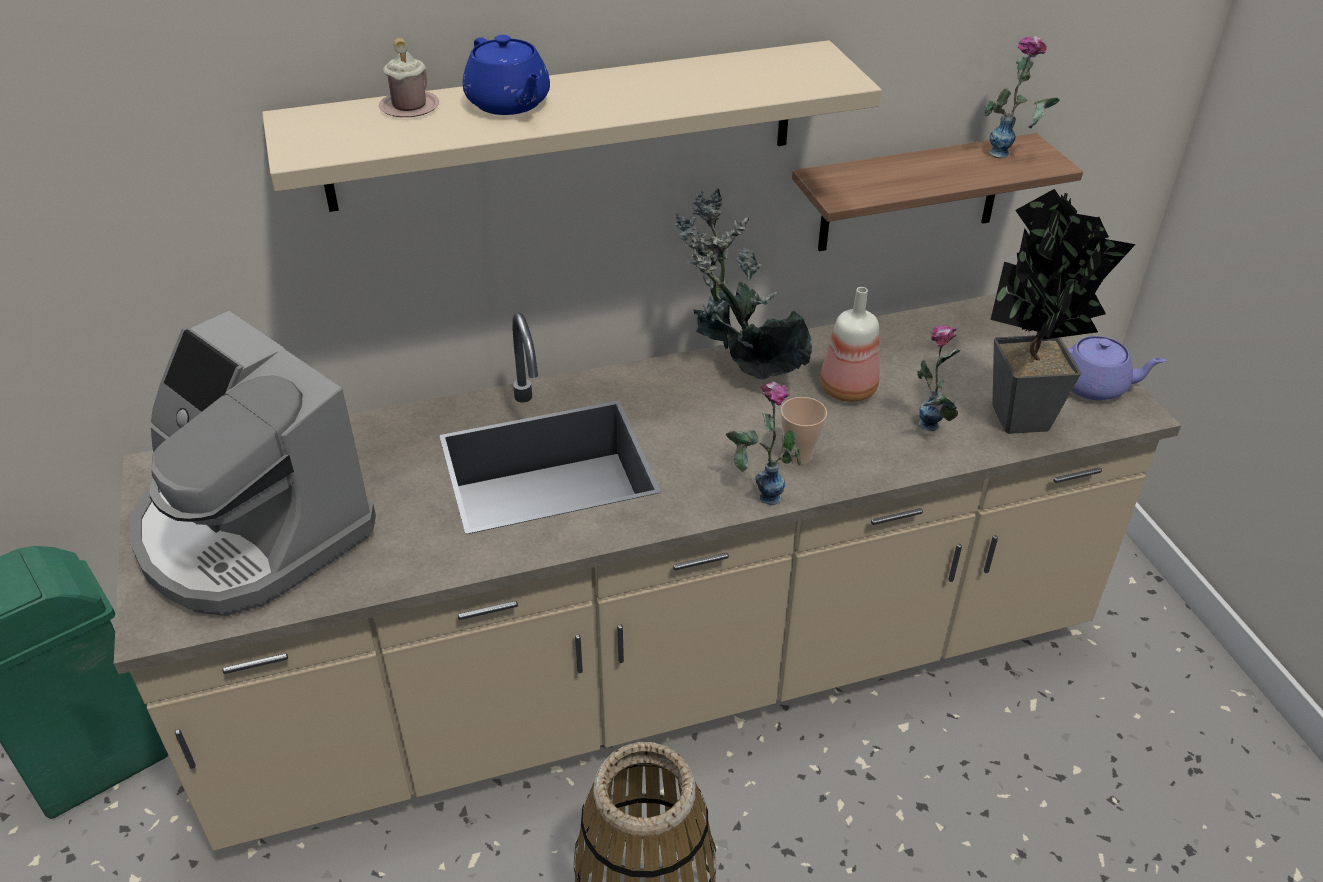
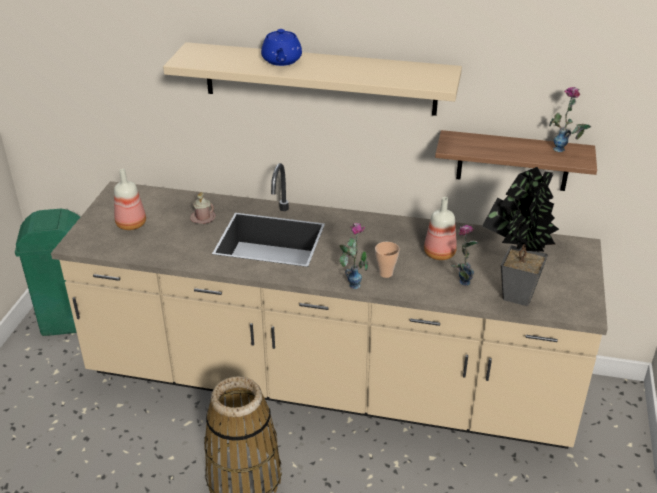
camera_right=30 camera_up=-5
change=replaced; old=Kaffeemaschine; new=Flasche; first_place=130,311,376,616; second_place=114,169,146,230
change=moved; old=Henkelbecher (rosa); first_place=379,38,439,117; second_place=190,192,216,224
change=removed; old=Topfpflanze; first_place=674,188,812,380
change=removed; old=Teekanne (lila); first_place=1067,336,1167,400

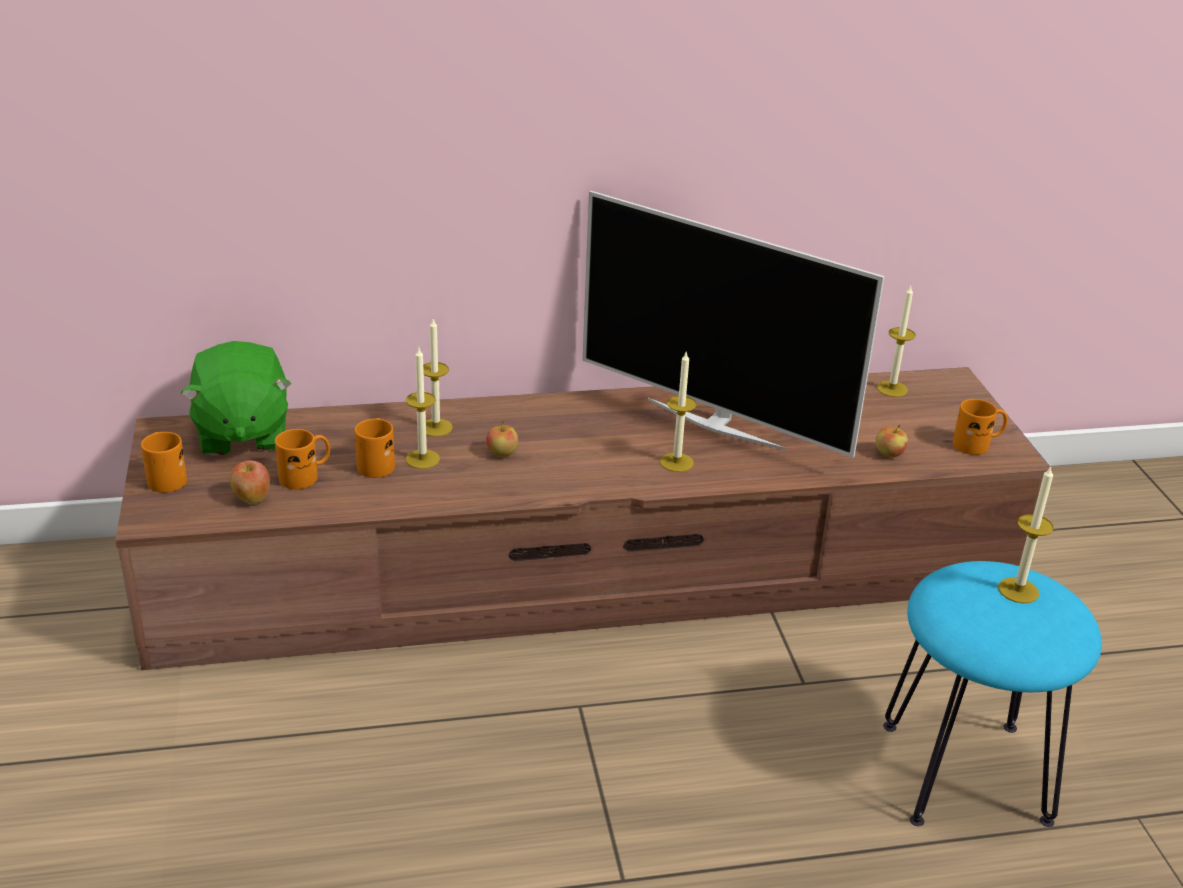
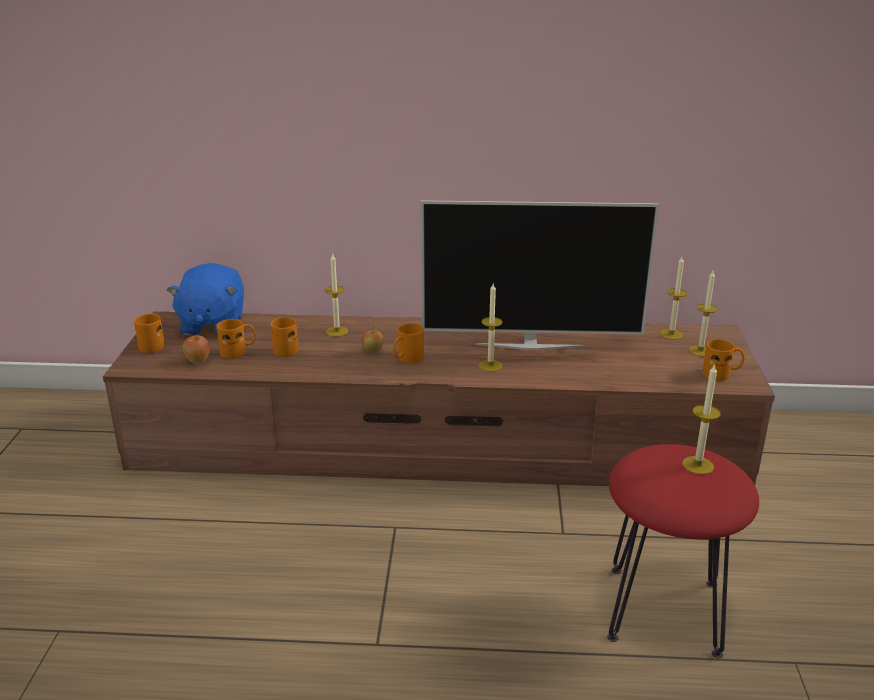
camera_right=15 camera_up=-5
change=recoloured; old=Plüschtier (grün); new=Plüschtier (blau); first_place=181,341,291,456; second_place=167,263,244,336
change=added; new=Henkelbecher (orange); second_place=393,323,424,363
change=turned; old=Fernseher; first_place=583,191,885,458; second_place=420,200,659,350; degrees=-45
change=recoloured; old=Hocker (türkis); new=Hocker (rot); first_place=883,561,1102,827; second_place=607,444,759,658
change=moved; old=Kerze; first_place=406,348,440,469; second_place=689,271,718,357
change=removed; old=Apfel; first_place=876,424,908,458

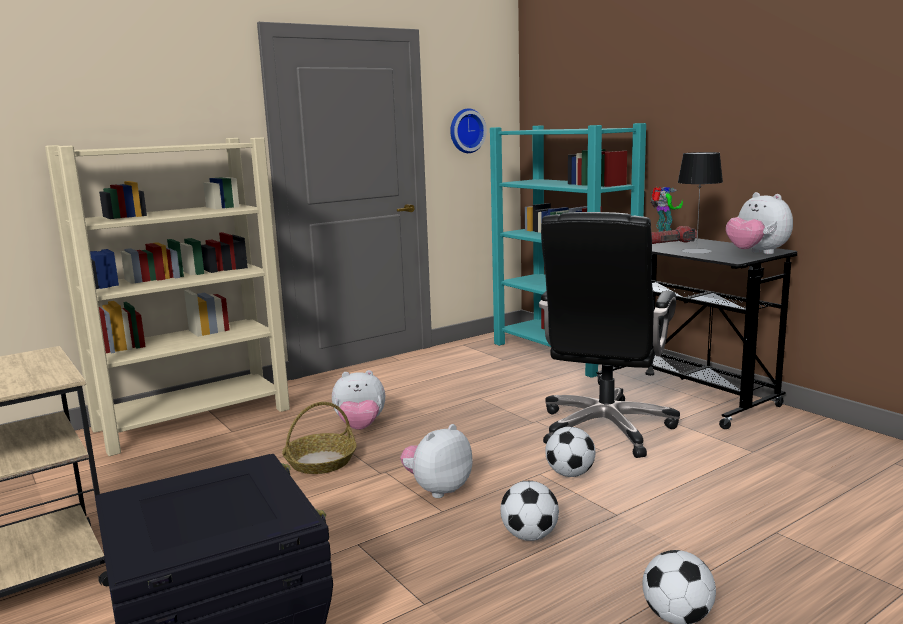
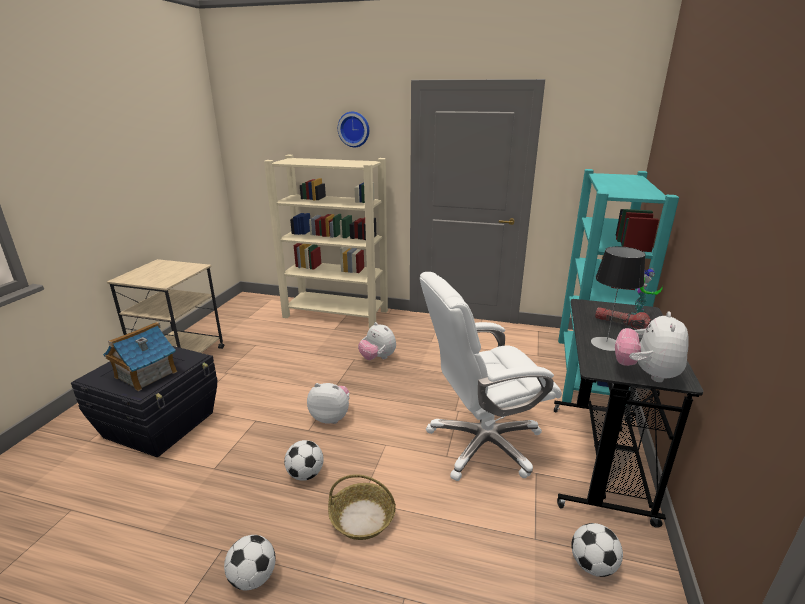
camera_right=50 camera_up=10
change=added; new=Spielzeughaus; second_place=103,322,177,391
change=moved; old=Korb; first_place=282,402,357,474; second_place=328,474,396,540
change=moved; old=Wanduhr; first_place=450,108,487,153; second_place=338,112,369,147
change=recoloured; old=Bürostuhl (schwarz); new=Bürostuhl (weiß); first_place=539,212,680,458; second_place=420,272,562,481
change=moved; old=Fußball; first_place=545,427,595,477; second_place=571,523,623,577

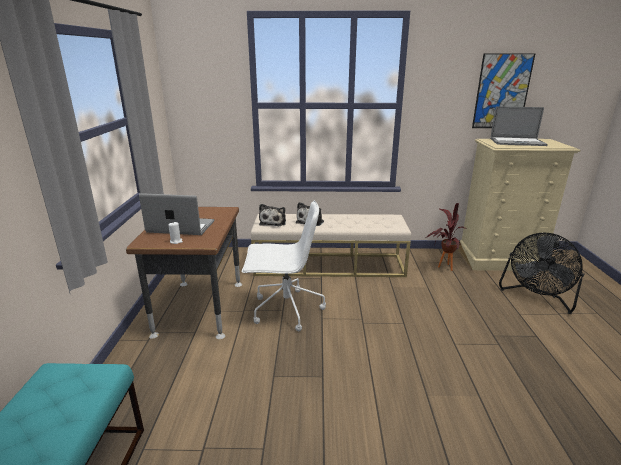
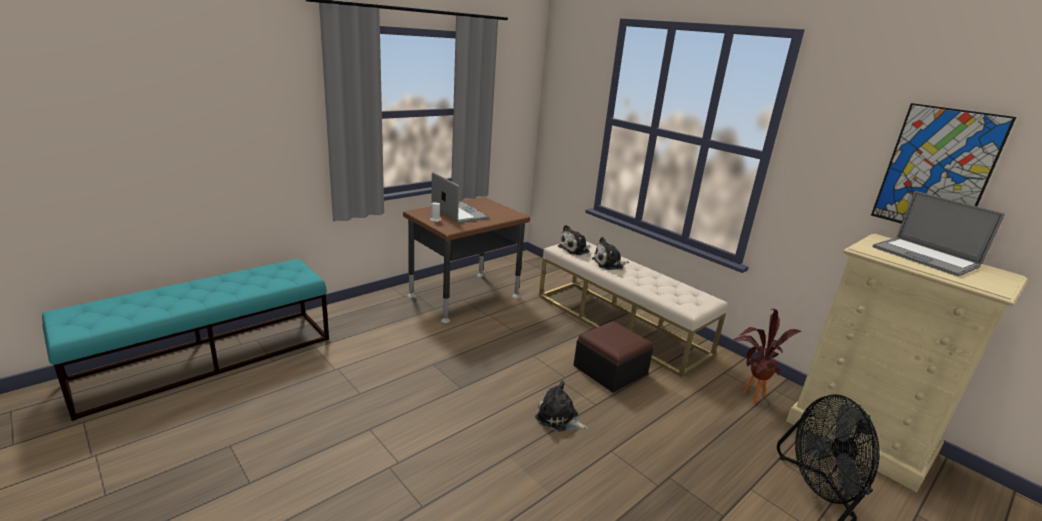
camera_right=45 camera_up=0
change=added; new=Plüschtier; second_place=535,381,588,431
change=added; new=Polsterhocker; second_place=574,321,653,393
change=removed; old=Bürostuhl (weiß); first_place=242,200,326,331

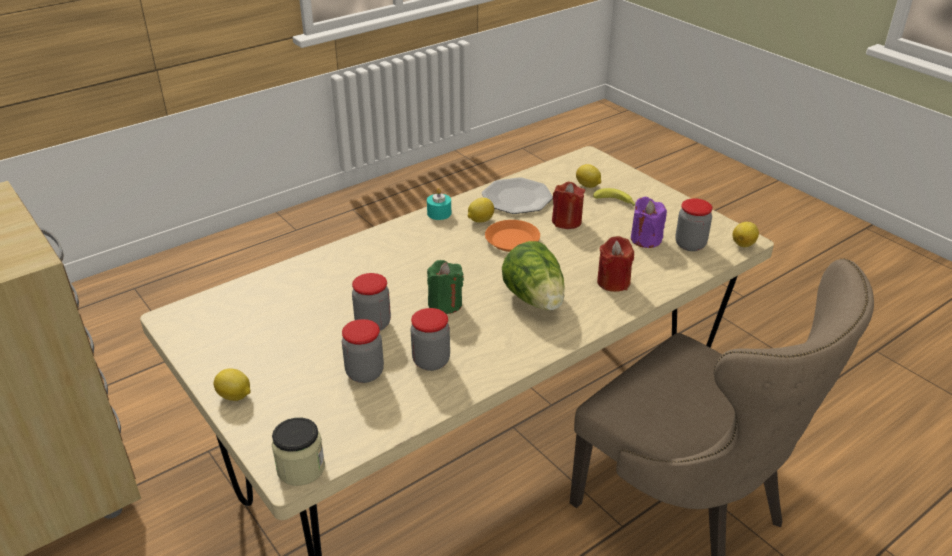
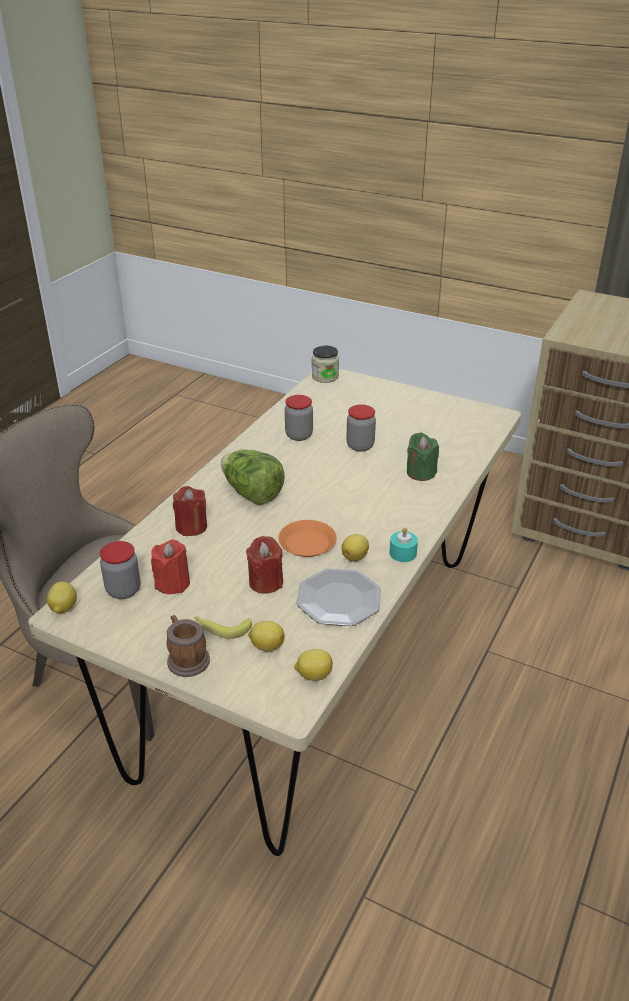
camera_right=155 camera_up=0
change=recoloured; old=Kerze (lila); new=Kerze (rot); first_place=631,197,667,248; second_place=151,540,190,594
change=added; new=Henkelbecher; second_place=167,615,210,677
change=moved; old=Zitrone; first_place=214,369,251,401; second_place=294,649,333,681
change=moved; old=Kerze (grün); first_place=427,260,464,314; second_place=407,433,439,481
change=removed; old=Vorratsglas; first_place=342,319,384,383

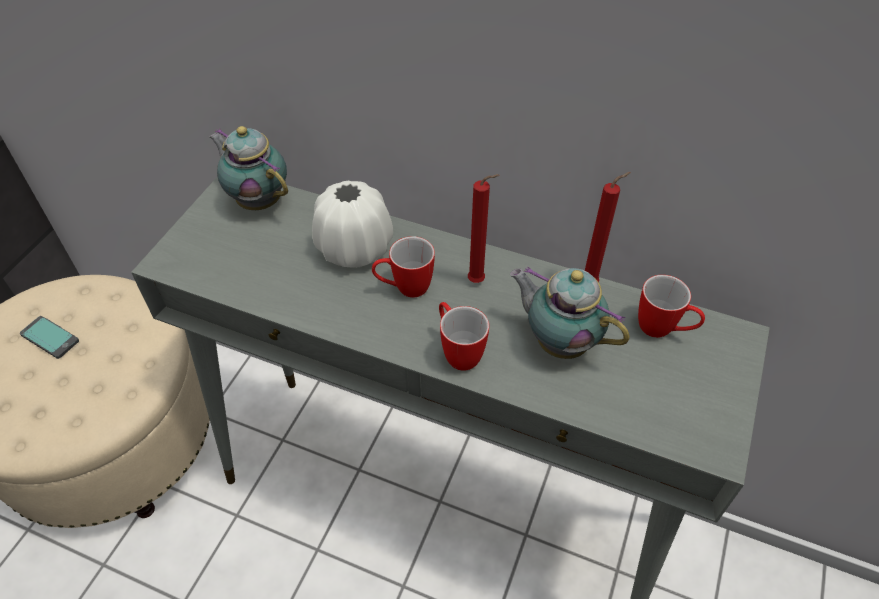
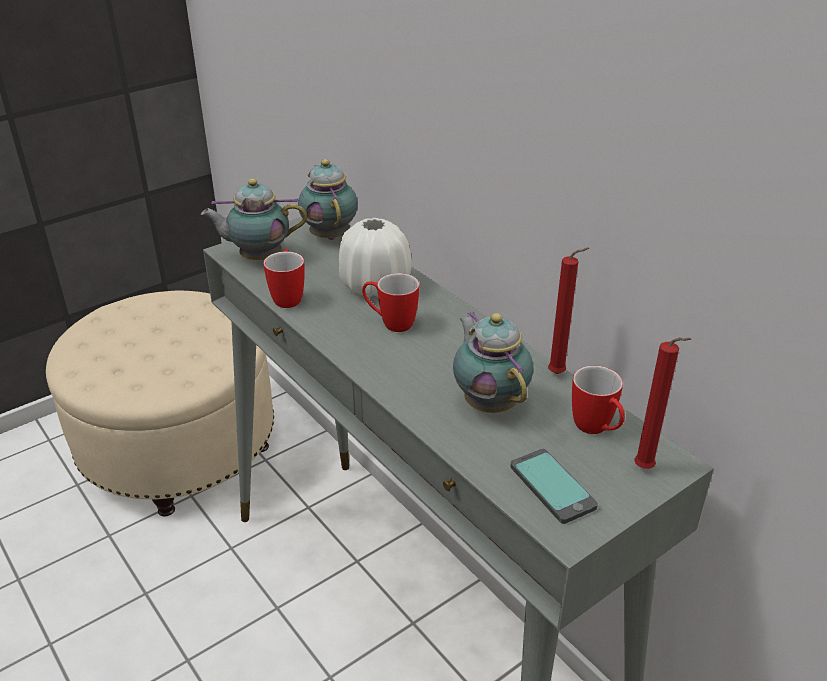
camera_right=30 camera_up=-15
change=added; new=Teekanne; second_place=201,179,307,260
change=moved; old=Henkelbecher; first_place=439,302,489,371; second_place=263,249,305,308
change=moved; old=Handy; first_place=20,316,79,359; second_place=510,449,598,524
change=moved; old=Kerze (rot); first_place=468,174,500,283; second_place=634,338,691,469

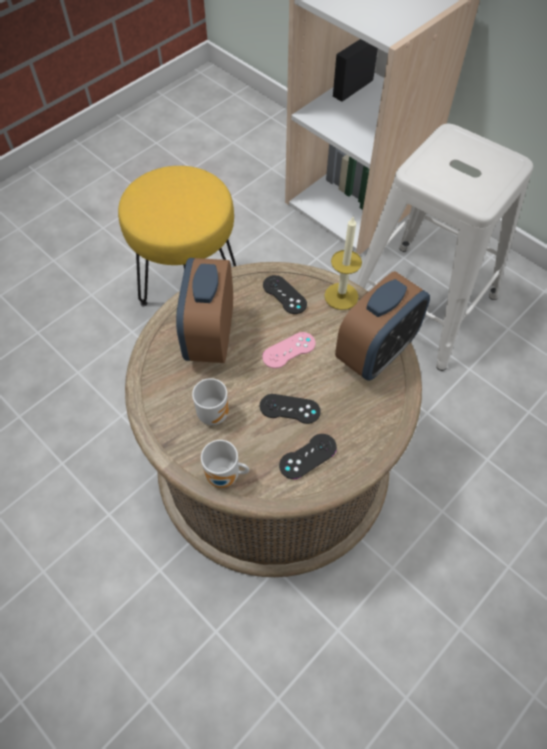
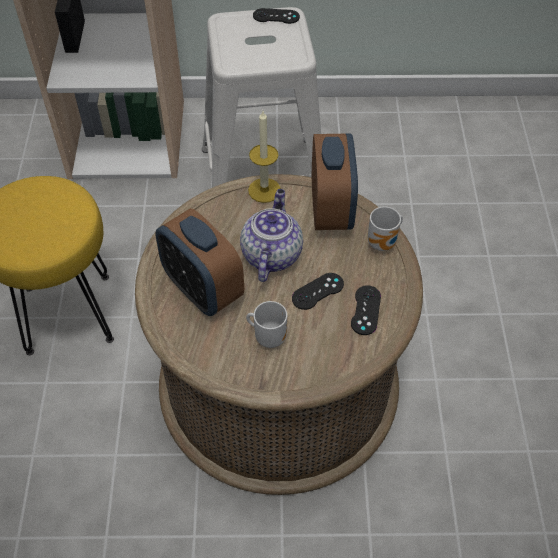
camera_right=-45 camera_up=-5
change=replaced; old=Gamepad (rosa); new=Teekanne; first_place=262,332,316,369; second_place=240,189,303,282
change=moved; old=Gamepad (schwarz); first_place=263,275,307,314; second_place=253,8,300,24
change=moved; old=Henkelbecher; first_place=201,440,249,488; second_place=368,207,403,251

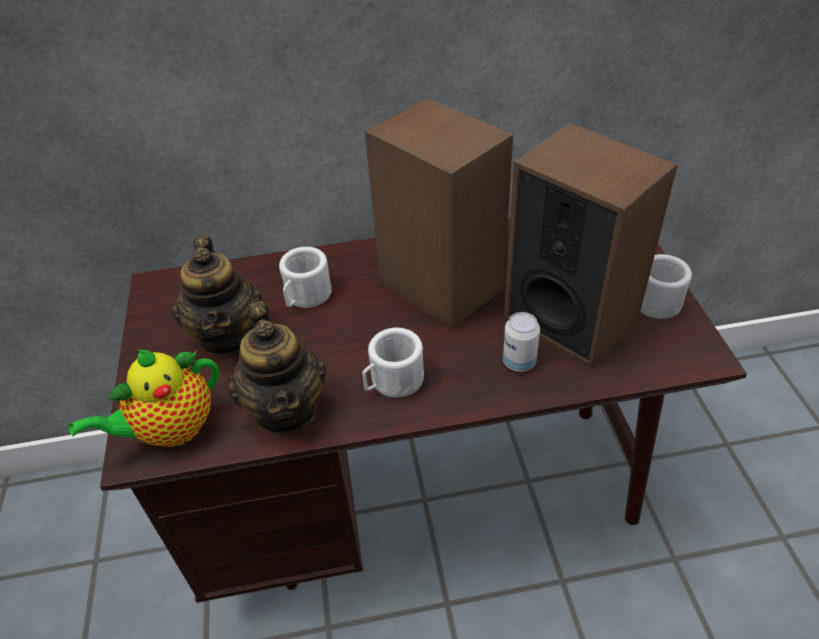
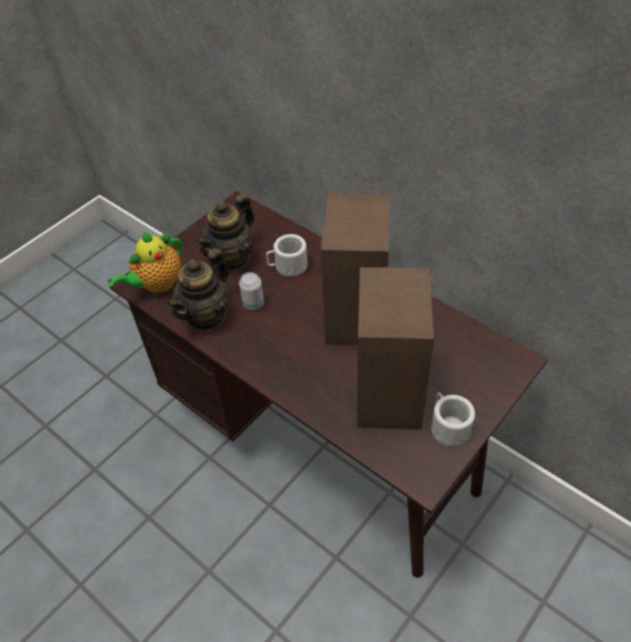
camera_right=50 camera_up=5
change=turned; old=Teekanne; first_place=68,350,219,447; second_place=108,232,182,293; degrees=-60
change=moved; old=Dose; first_place=503,312,540,372; second_place=239,272,264,310
change=removed; old=Henkelbecher (weiß); first_place=362,328,424,398

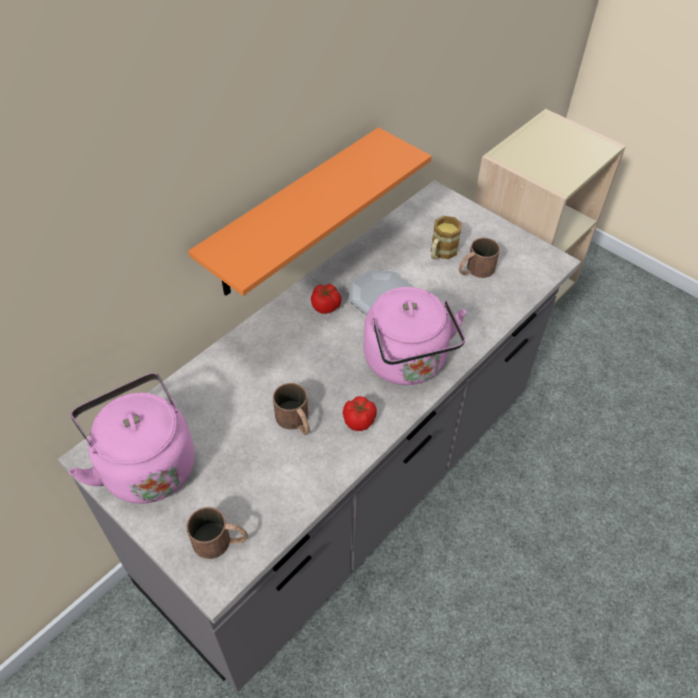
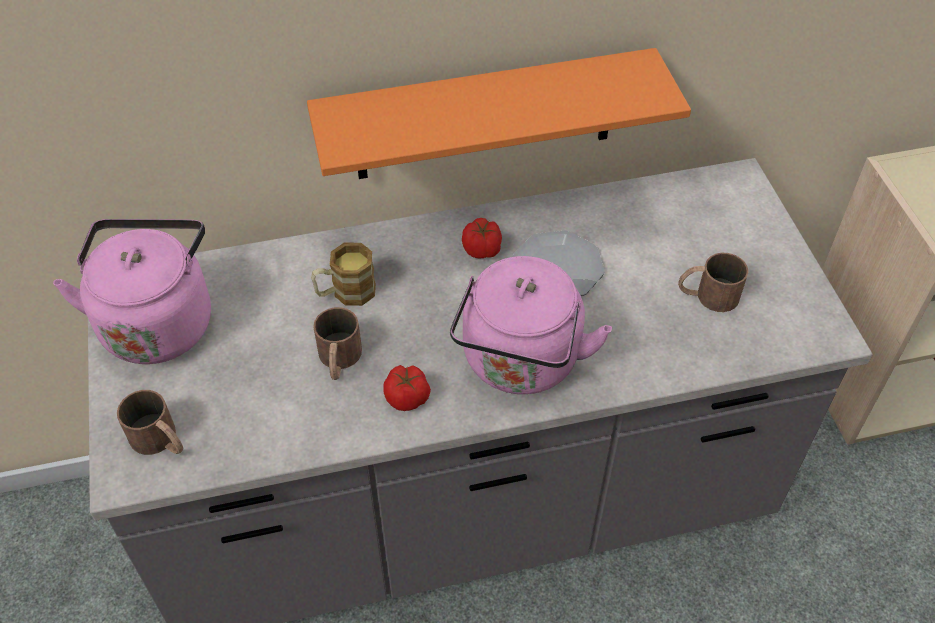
camera_right=35 camera_up=0
change=moved; old=Henkelbecher; first_place=431,216,462,260; second_place=311,243,376,306

